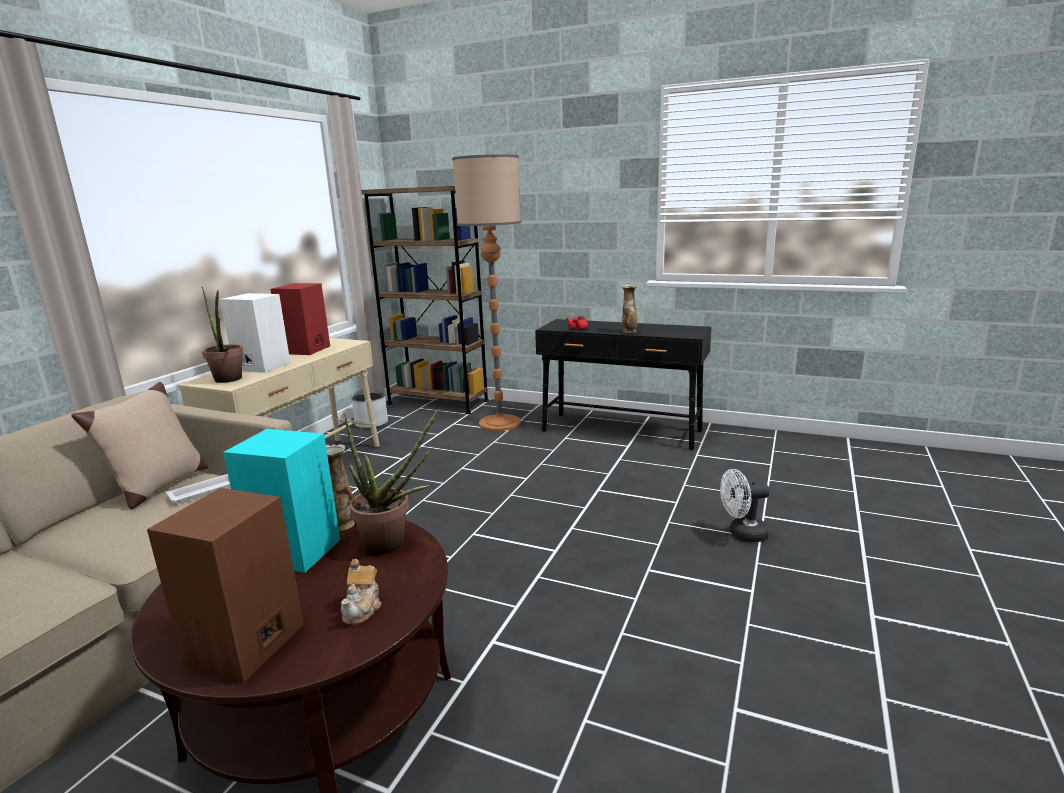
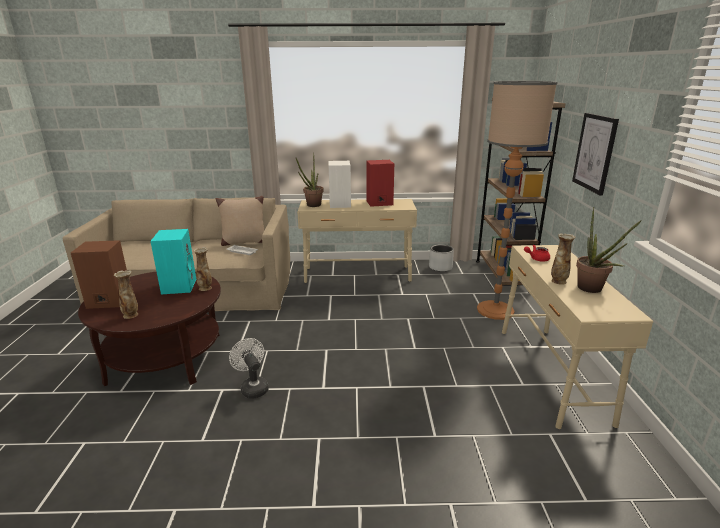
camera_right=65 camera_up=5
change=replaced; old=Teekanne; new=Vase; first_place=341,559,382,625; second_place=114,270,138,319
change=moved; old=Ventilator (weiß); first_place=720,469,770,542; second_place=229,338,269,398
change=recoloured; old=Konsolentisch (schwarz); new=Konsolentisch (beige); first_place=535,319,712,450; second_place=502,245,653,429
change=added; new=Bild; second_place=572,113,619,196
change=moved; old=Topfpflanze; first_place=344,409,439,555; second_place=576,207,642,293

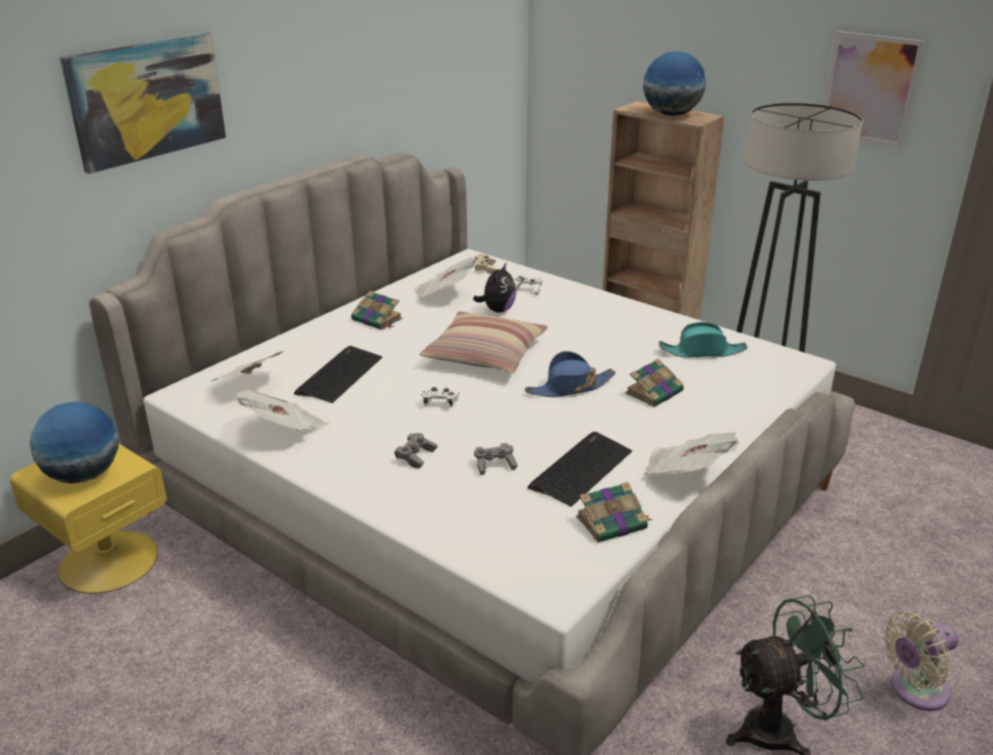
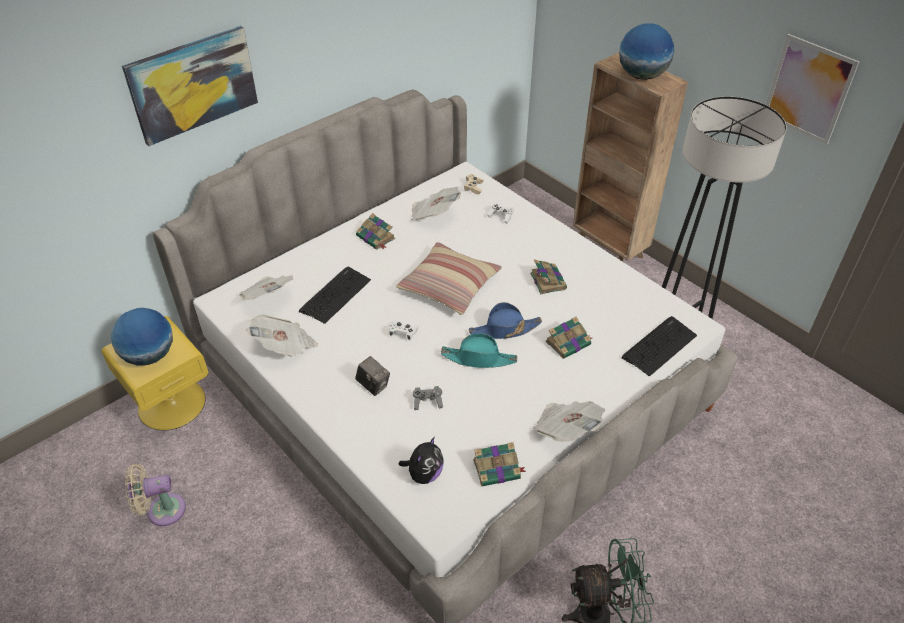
camera_right=10 camera_up=15
change=moved; old=Ventilator (beige); first_place=883,611,959,711; second_place=125,464,186,526
change=replaced; old=Gamepad (grau); new=Kamera; first_place=394,433,438,469; second_place=355,356,390,396
change=moved; old=Plüschtier; first_place=473,263,516,313; second_place=399,437,444,484
change=moved; old=Hut (türkis); first_place=659,322,748,358; second_place=441,333,517,368
change=added; new=Buch; second_place=530,259,567,295
change=moved; old=Tastatur; first_place=527,432,632,507; second_place=621,316,697,377

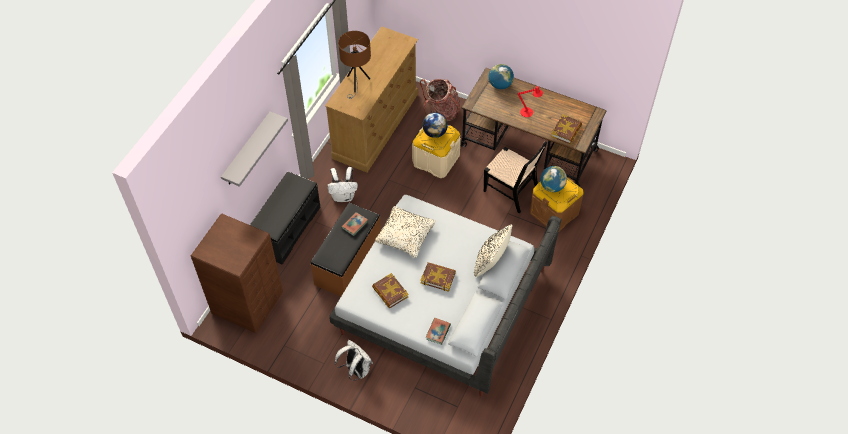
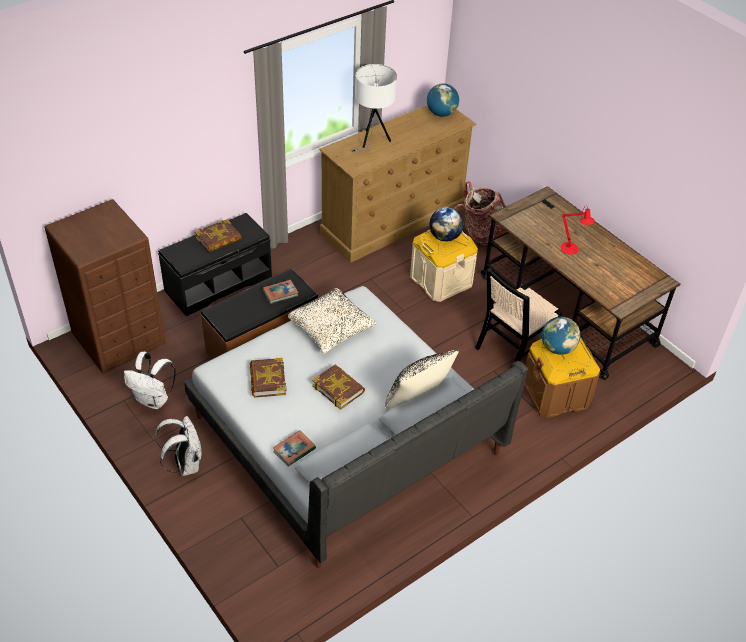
camera_right=25 camera_up=-10
change=moved; old=Rucksack (weiß); first_place=327,167,358,202; second_place=124,352,176,409
change=moved; old=Buch; first_place=551,114,582,144; second_place=195,219,241,252
change=recoloured; old=Tischlampe (braun); new=Tischlampe (weiß); first_place=338,31,371,99; second_place=351,64,397,152
change=moved; old=Globus; first_place=489,64,514,89; second_place=427,83,459,117
change=turned; old=Stuhl; first_place=484,141,547,214; second_place=475,268,563,362; degrees=75
change=removed; old=Wandregal (grau); first_place=221,111,288,187

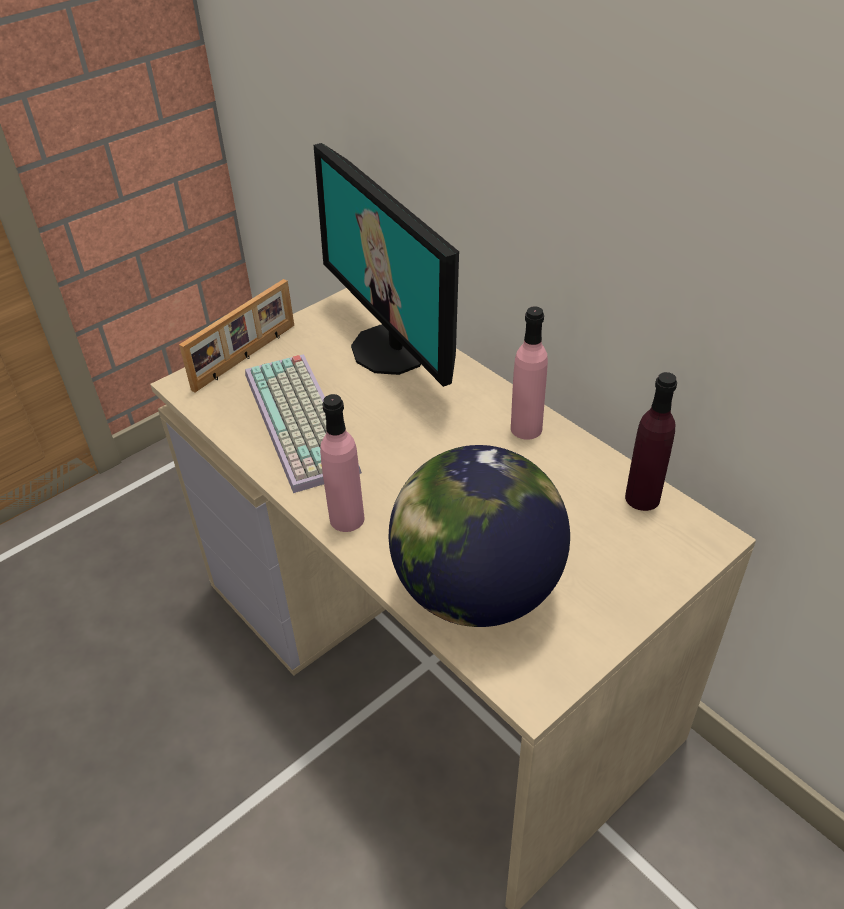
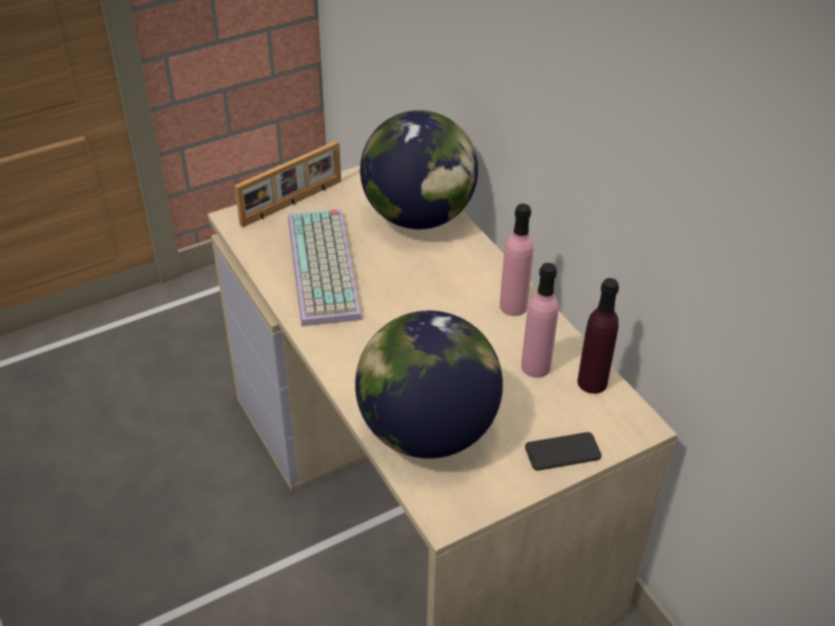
camera_right=10 camera_up=0
change=replaced; old=Monitor; new=Globus; first_place=314,143,459,387; second_place=360,110,478,229
change=moved; old=Flasche (rosa); first_place=320,394,365,532; second_place=521,263,558,378
change=added; new=Handy; second_place=525,432,602,471

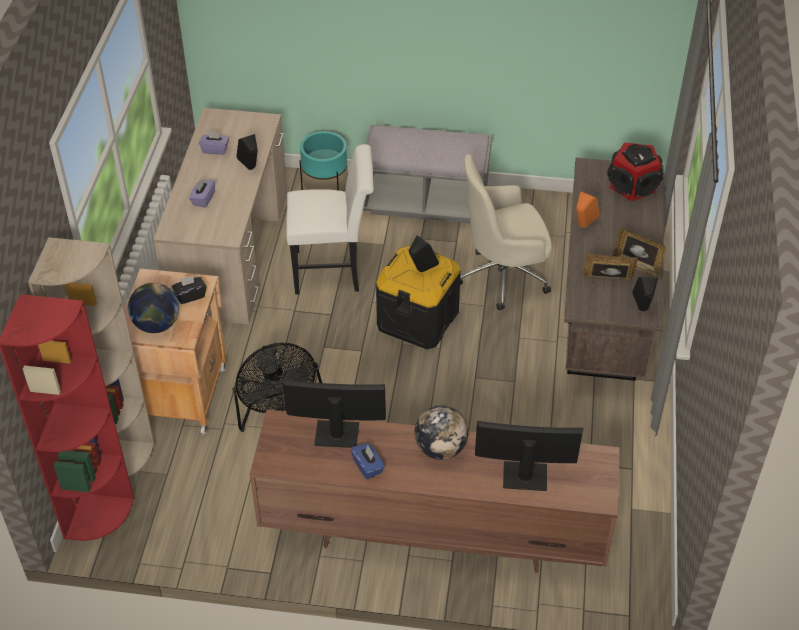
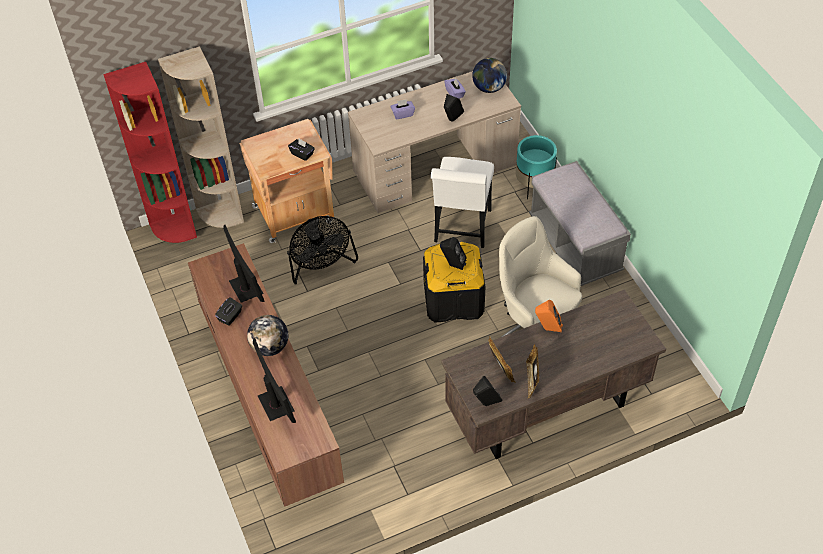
camera_right=60 camera_up=5
change=recoloured; old=Taschentuchbox (blau); new=Taschentuchbox (schwarz); first_place=351,443,385,479; second_place=215,297,242,326
change=turned; old=Ventilator (schwarz); first_place=232,342,322,432; second_place=287,216,358,284; degrees=-60
change=turned; old=Stuhl (weiß); first_place=286,144,374,295; second_place=431,157,494,248; degrees=45
change=moved; old=Globus; first_place=128,283,179,333; second_place=472,58,507,93
change=removed; old=Lautsprecher; first_place=607,143,664,201

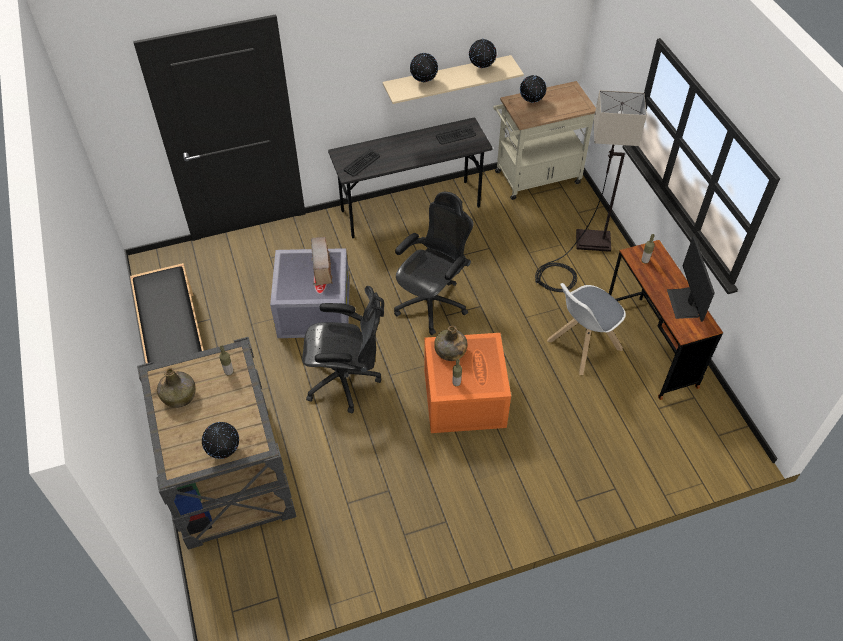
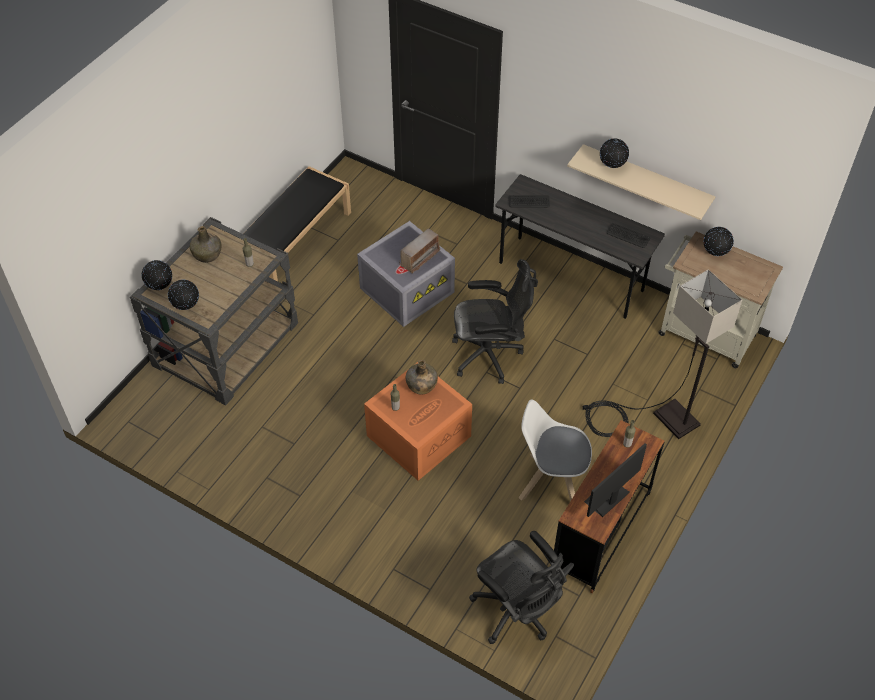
camera_right=50 camera_up=0
change=moved; old=Globus; first_place=469,39,497,69; second_place=142,260,172,290
change=moved; old=Bürostuhl; first_place=302,286,384,414; second_place=469,531,574,644

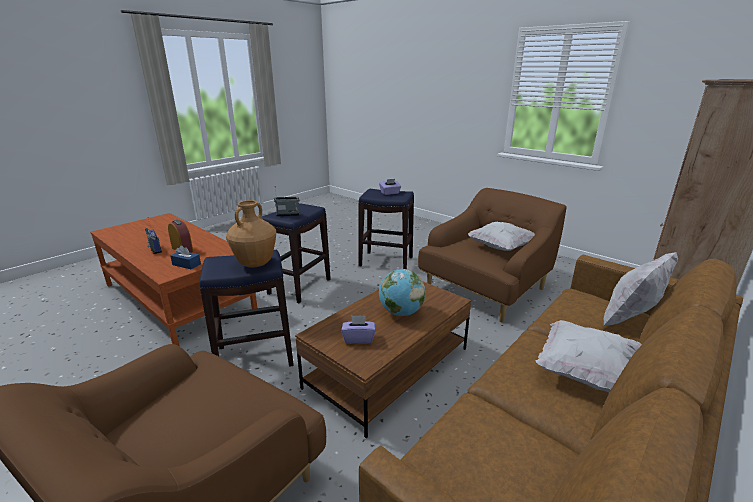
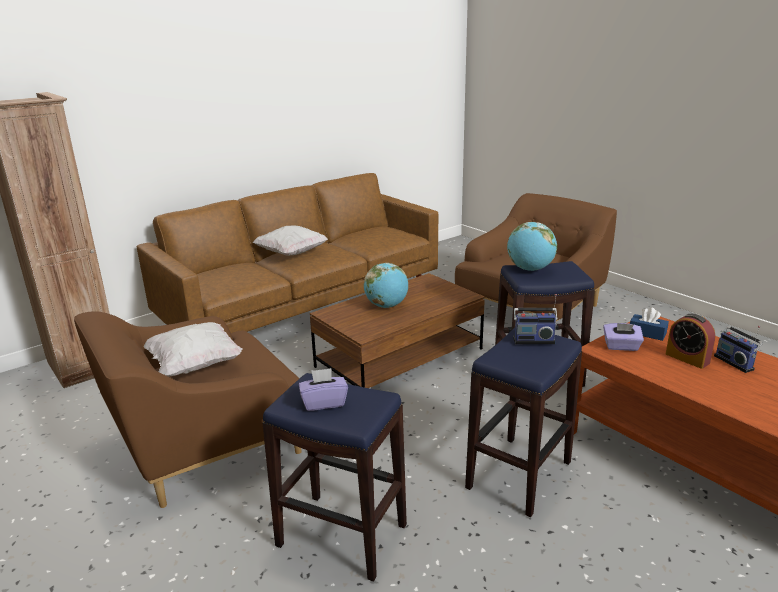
camera_right=-170 camera_up=0
change=replaced; old=Vase (braun); new=Globus; first_place=226,200,276,268; second_place=507,222,557,271
change=moved; old=Taschentuchbox (lila); first_place=341,315,375,344; second_place=603,323,644,351
change=removed; old=Kissen (weiß); first_place=604,252,678,326

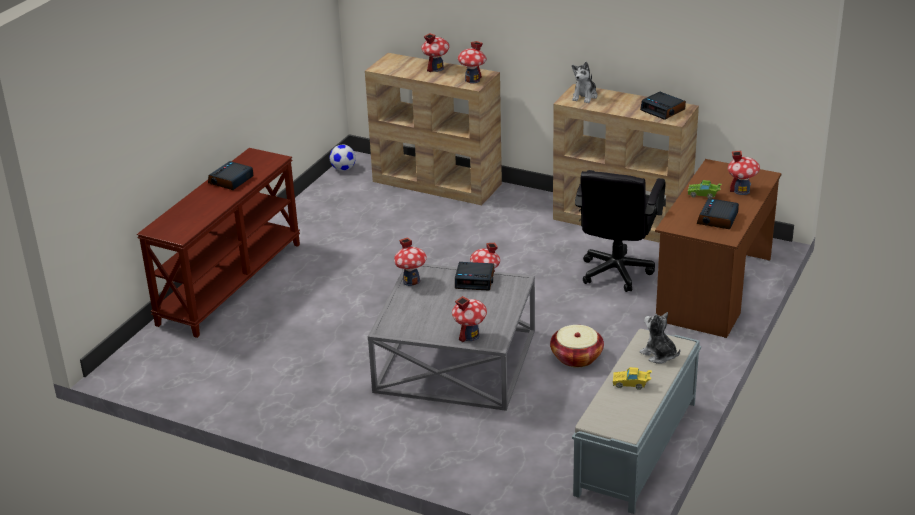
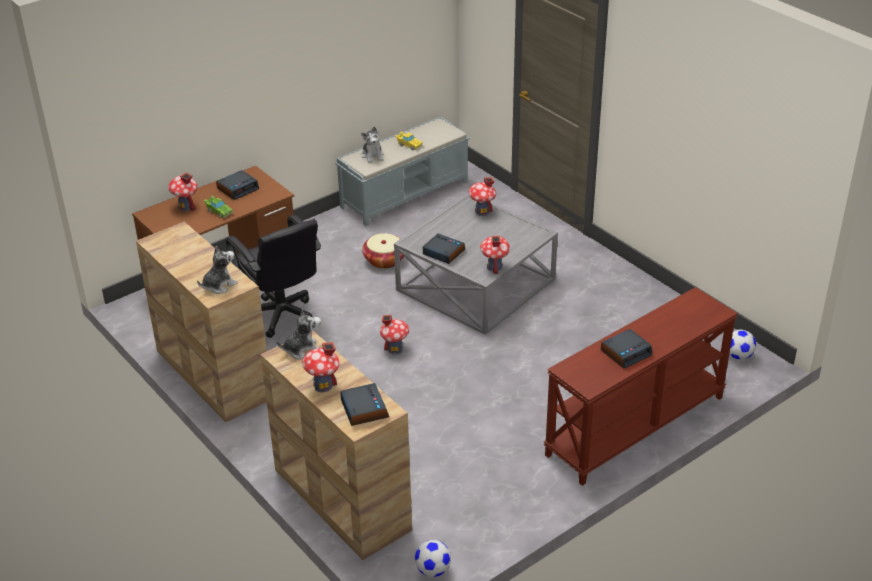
camera_right=-155 camera_up=5
change=turned; old=Bürostuhl (schwarz); first_place=575,170,666,292; second_place=226,215,321,338; degrees=105
change=replaced; old=Spielzeughaus; new=Plüschtier; first_place=458,41,486,84; second_place=276,309,321,359
change=moved; old=Wecker; first_place=640,92,686,120; second_place=340,383,389,426
change=added; new=Fußball; second_place=729,330,756,360

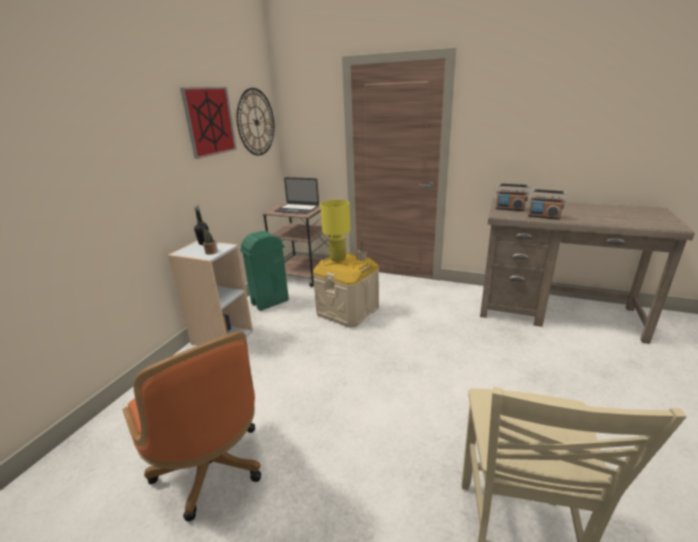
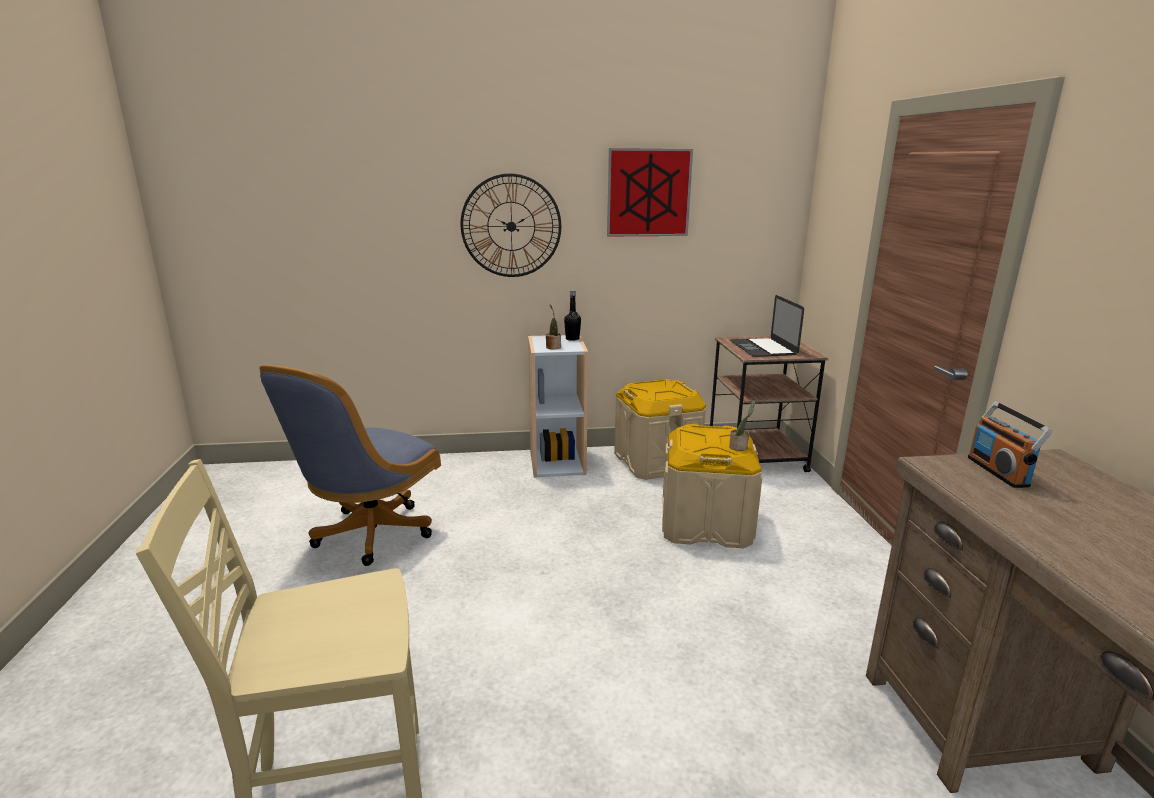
camera_right=60 camera_up=-5
change=recoloured; old=Bürostuhl (orange); new=Bürostuhl (blau); first_place=123,331,261,521; second_place=259,364,441,566
change=moved; old=Wanduhr; first_place=237,88,274,156; second_place=461,174,561,277
change=replaced; old=Mülleimer (grün); new=Aufbewahrungsbox (beige); first_place=240,231,289,311; second_place=614,379,706,480
change=removed; old=Tischlampe (gelb); first_place=320,200,350,261
change=removed; old=Radio; first_place=528,189,567,220

